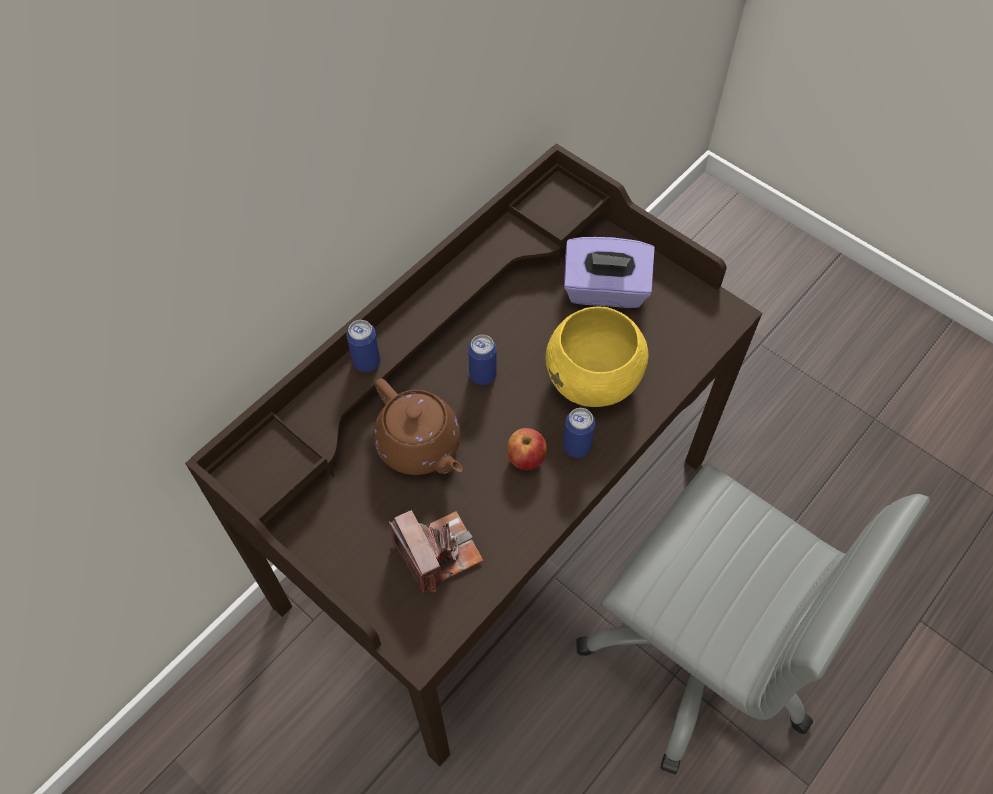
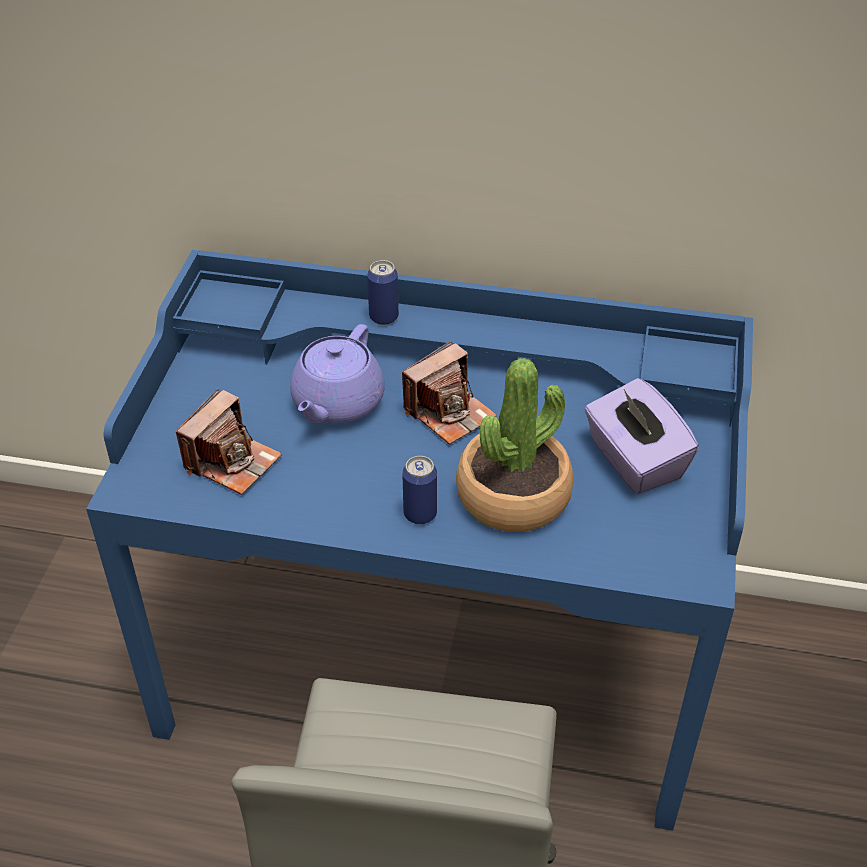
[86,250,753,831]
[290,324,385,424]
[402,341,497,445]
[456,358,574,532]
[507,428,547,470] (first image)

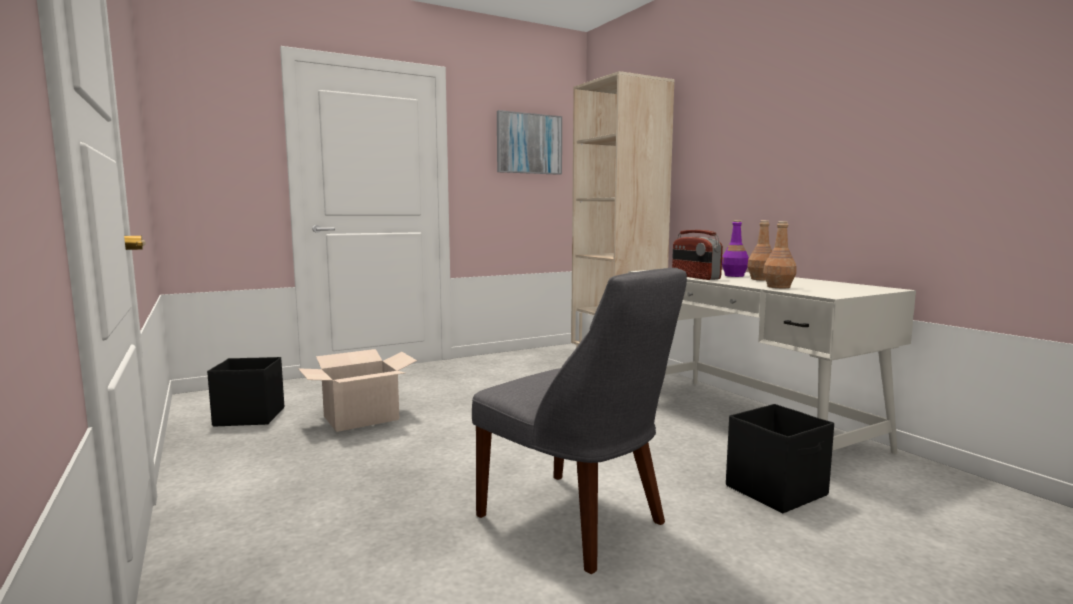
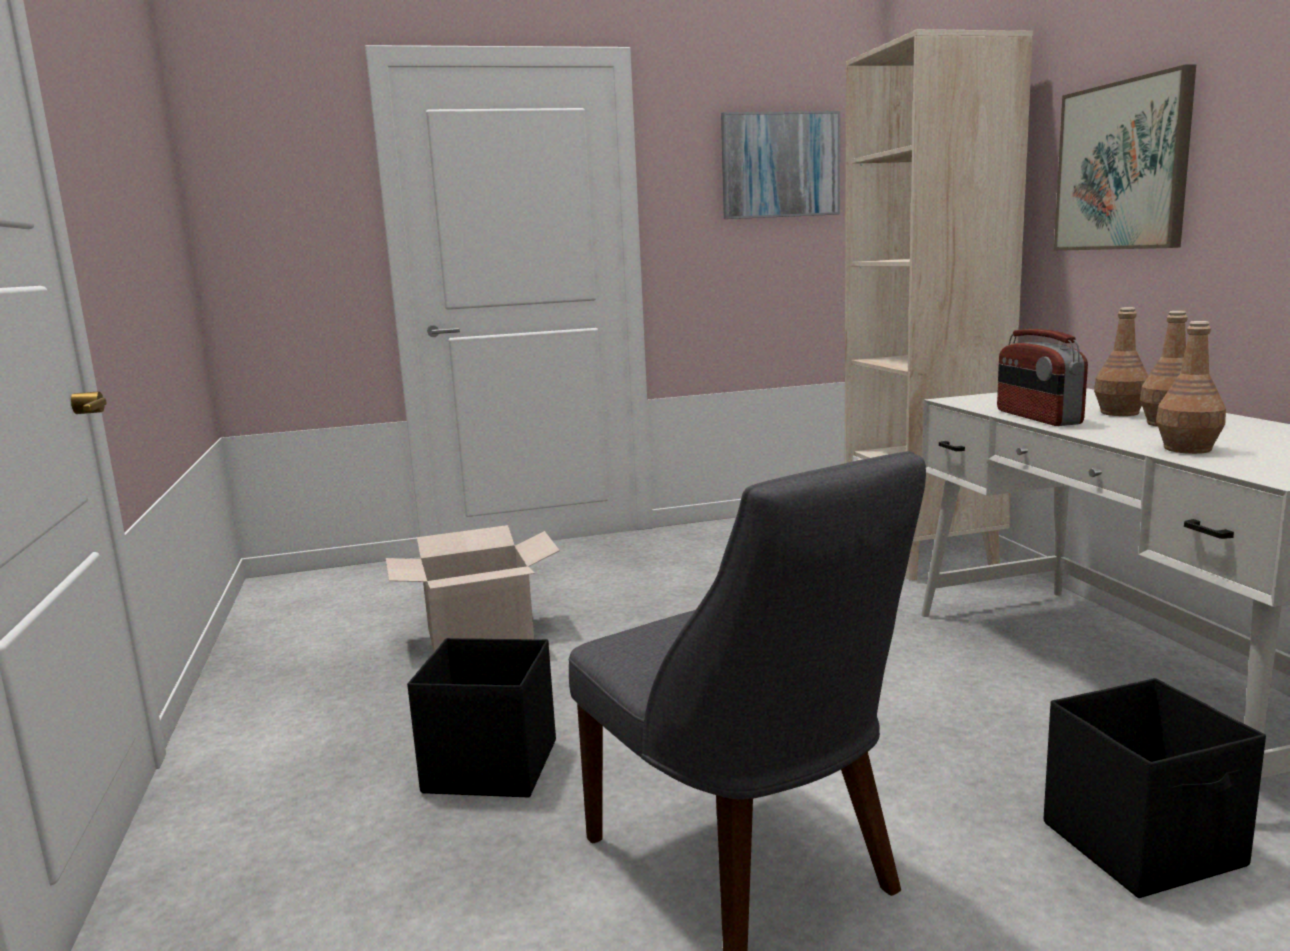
[407,638,556,797]
[1054,64,1196,251]
[1094,307,1148,416]

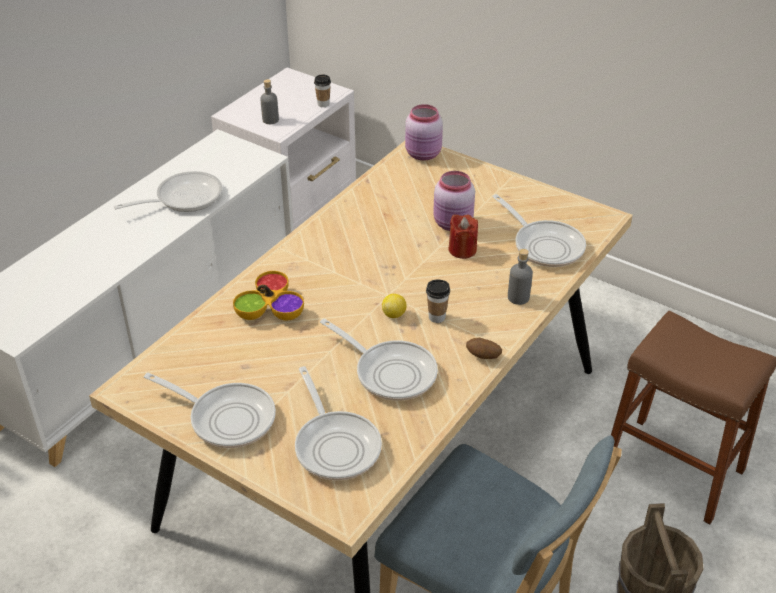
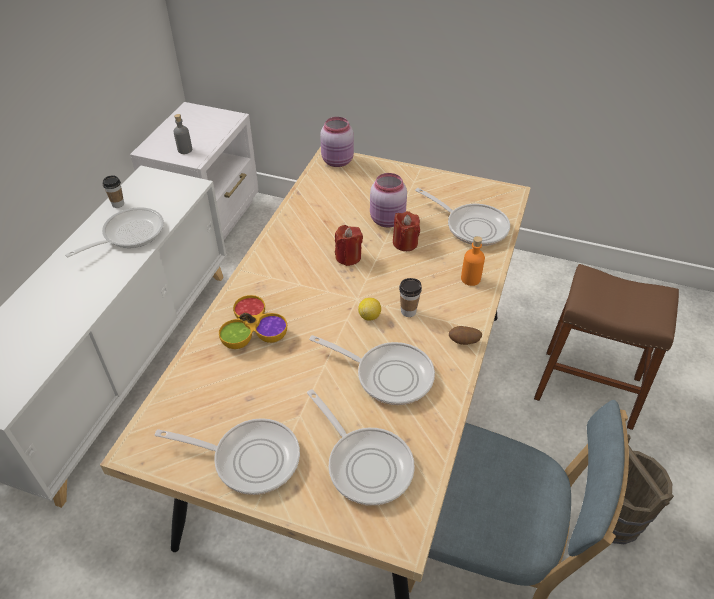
[103,175,124,208]
[335,225,363,266]
[461,236,485,286]

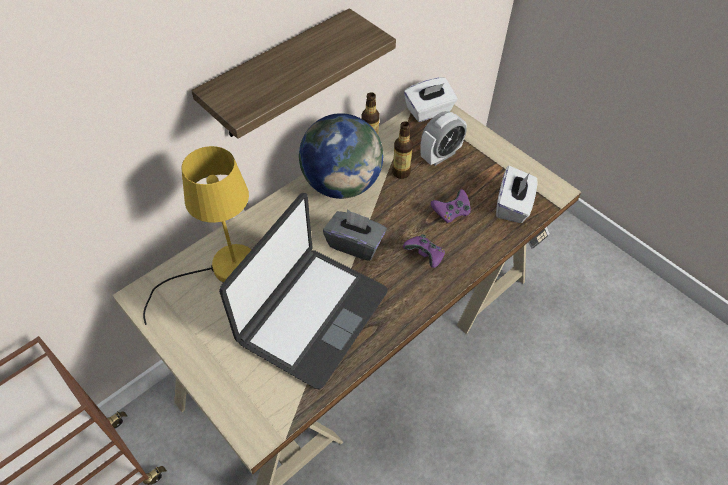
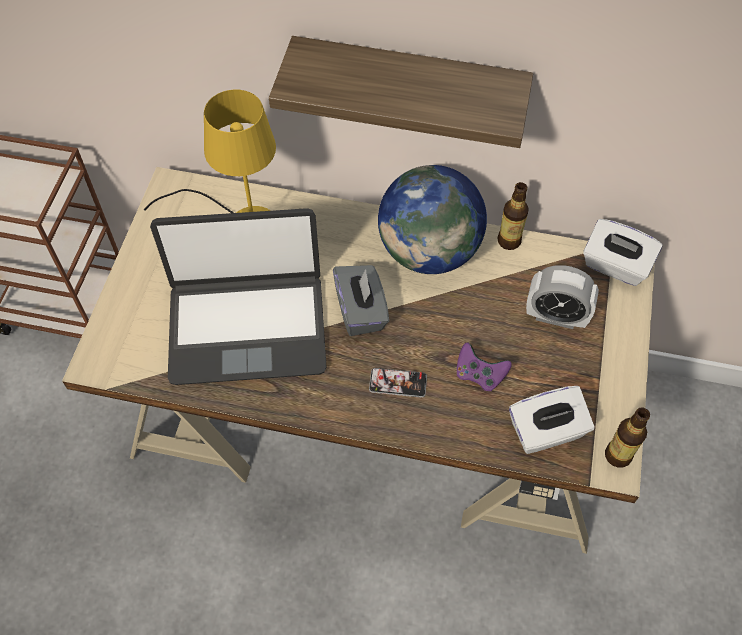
[369,368,427,398]
[605,407,650,467]

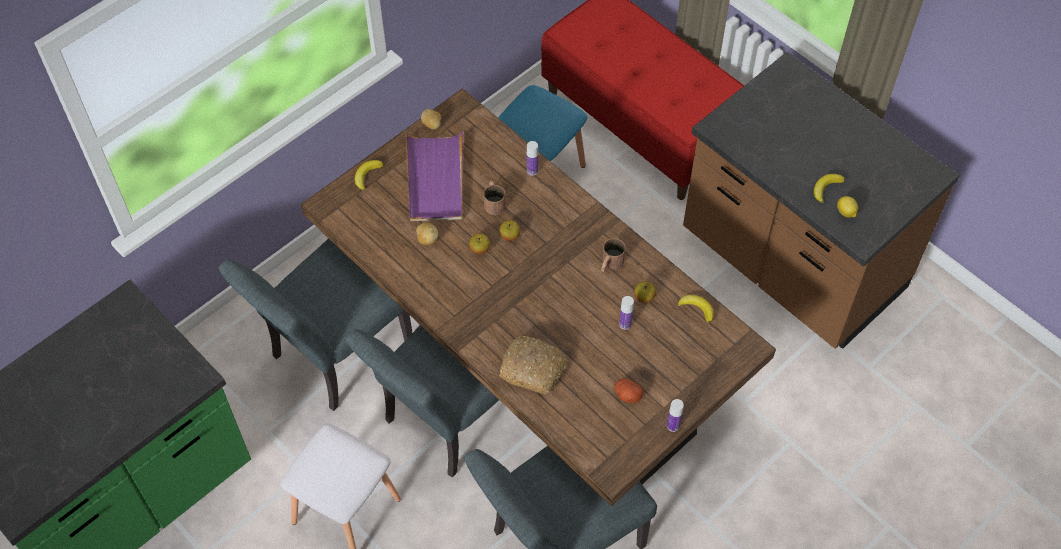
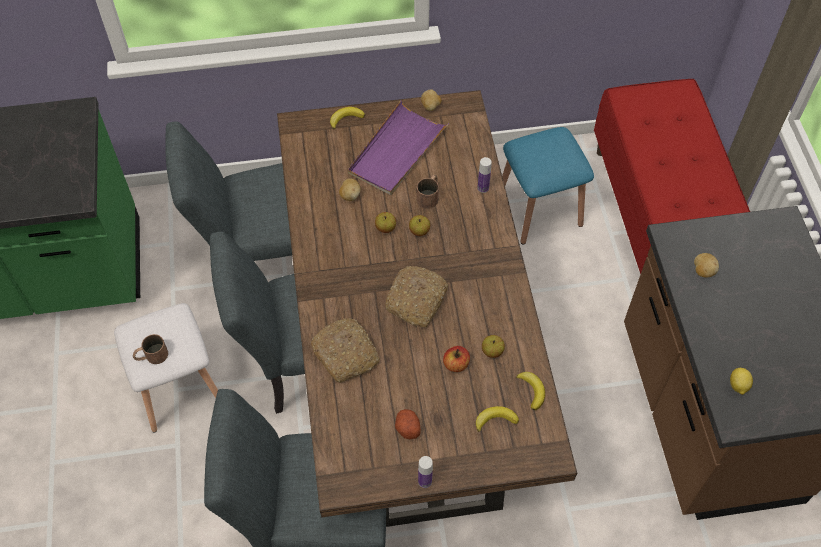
[133,334,168,364]
[386,266,448,327]
[443,346,470,372]
[476,406,519,432]
[694,253,719,278]

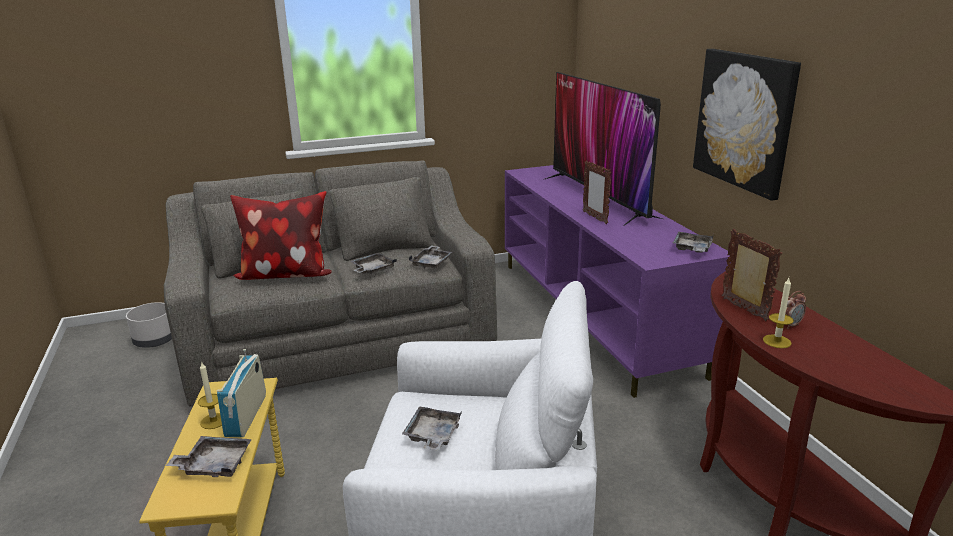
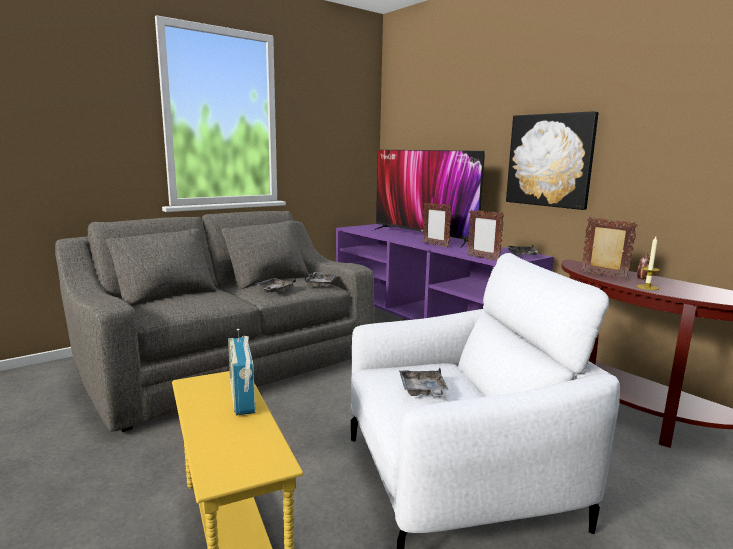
[467,210,504,260]
[126,302,172,348] (first image)
[166,436,252,477] (first image)
[198,361,222,429] (first image)
[230,191,332,280] (first image)

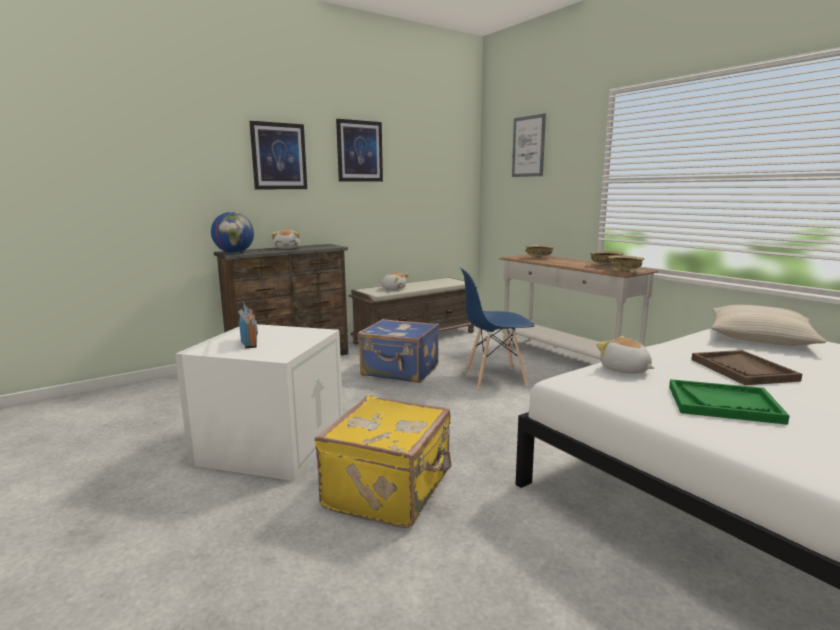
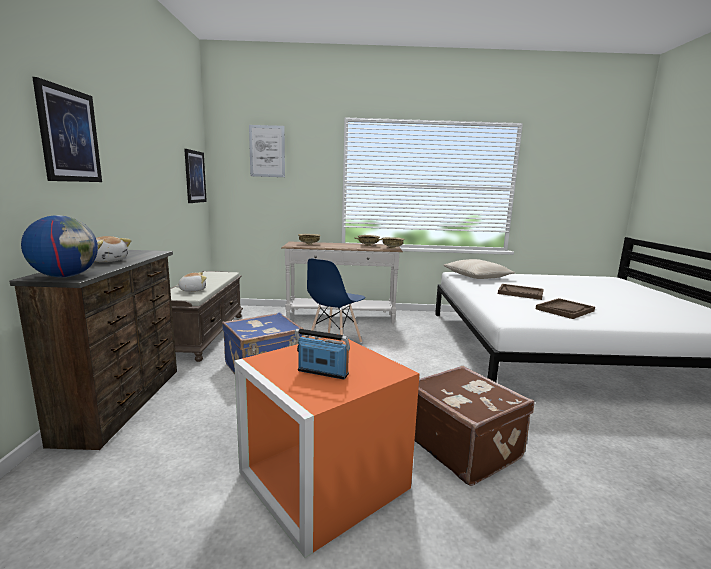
[184,149,207,203]
[234,338,420,558]
[415,366,534,486]
[536,298,595,319]
[596,336,654,374] (first image)

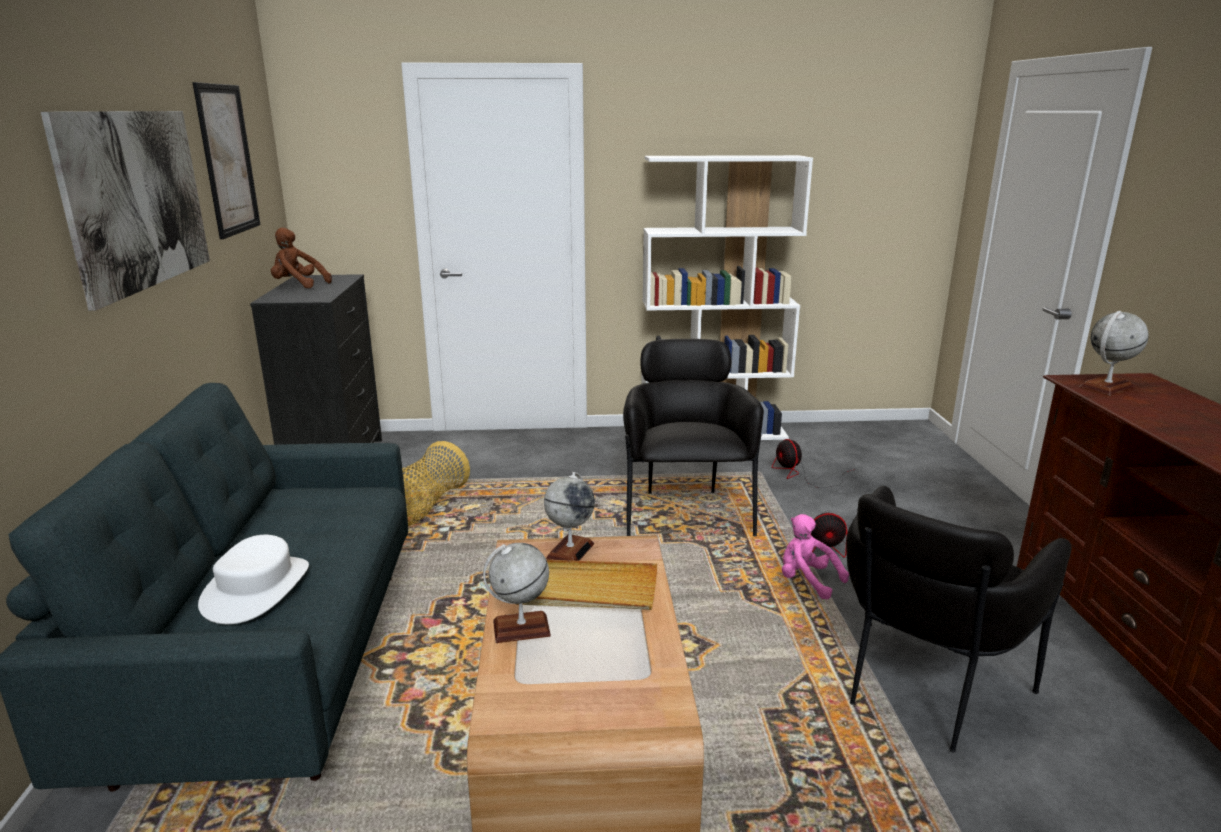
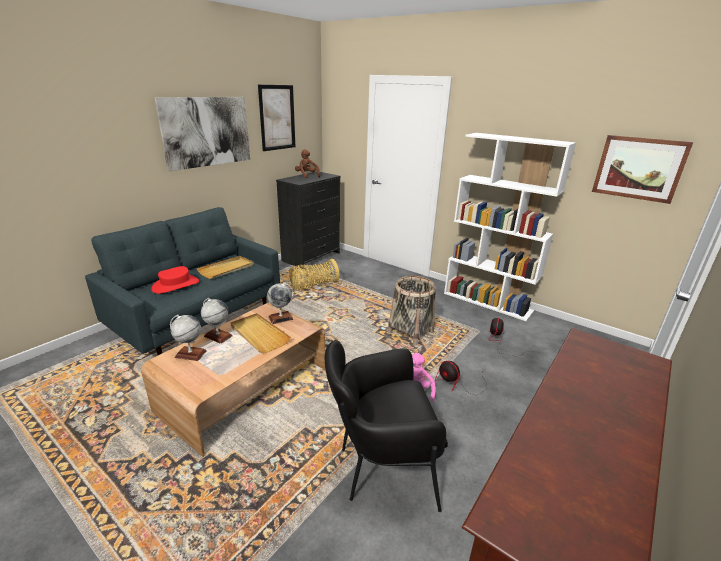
[151,266,199,294]
[170,315,207,361]
[197,256,254,279]
[388,276,436,345]
[592,135,693,204]

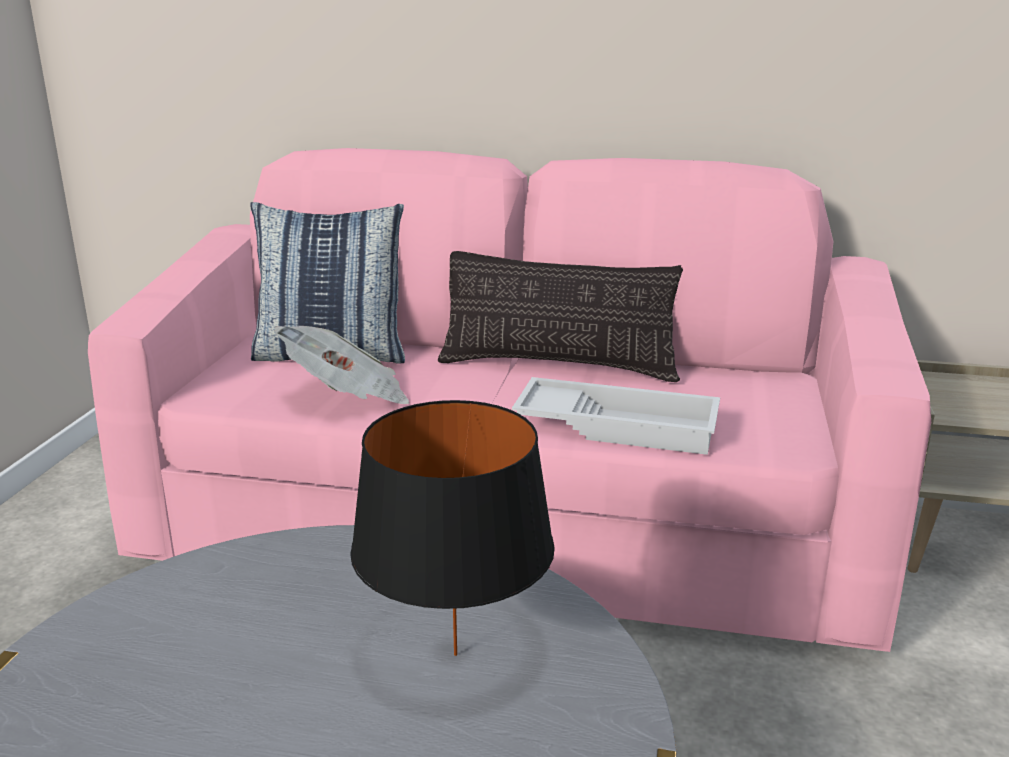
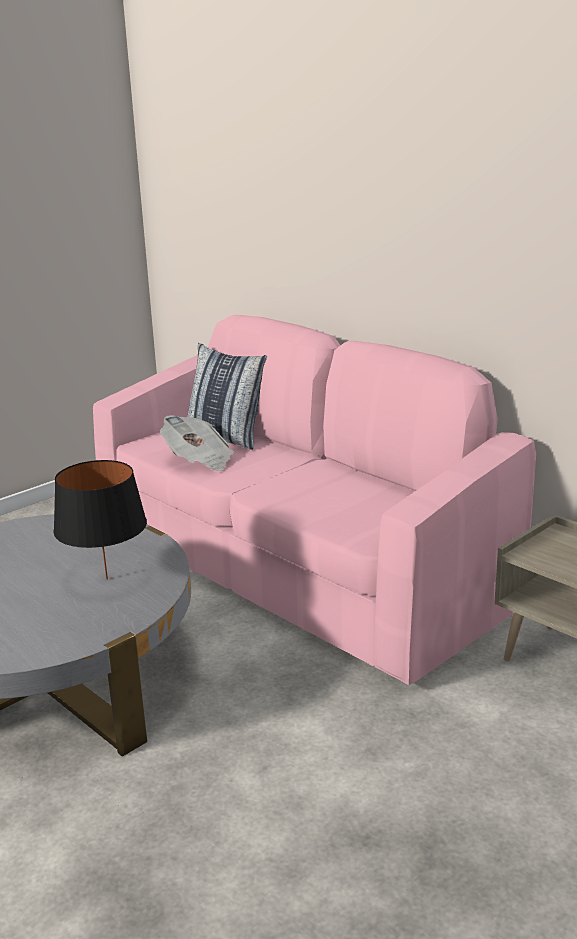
[438,251,683,382] (first image)
[512,377,720,455] (first image)

